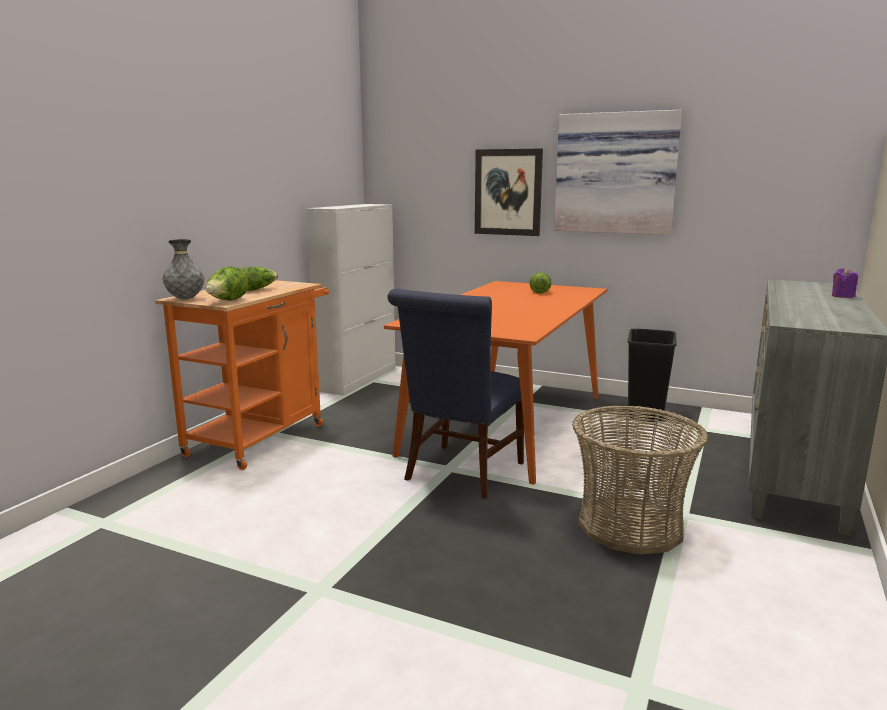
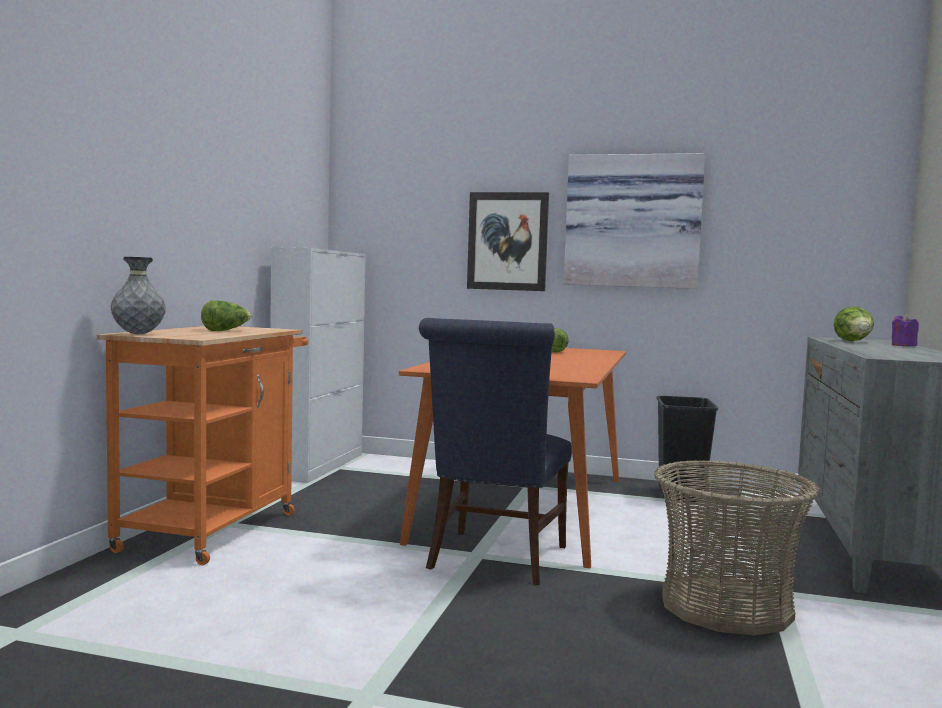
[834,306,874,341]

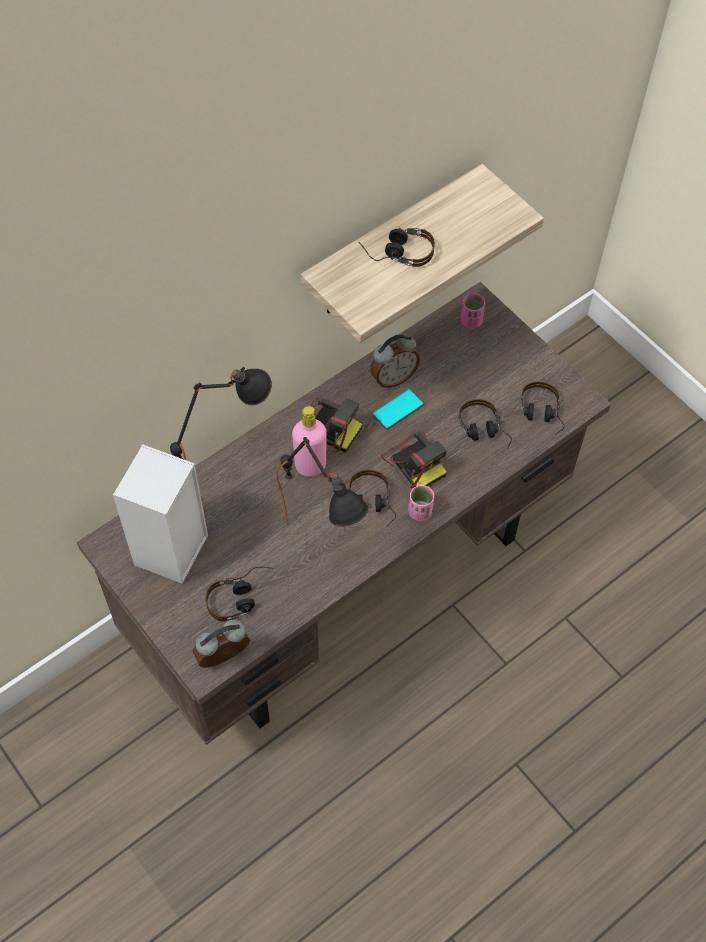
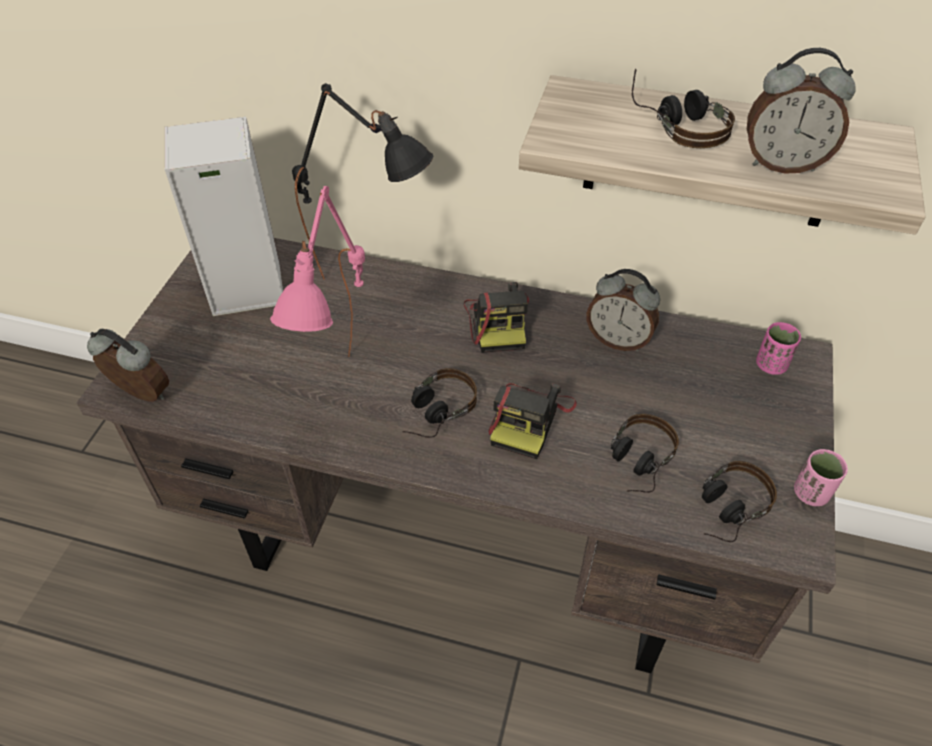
[270,186,365,357]
[747,48,856,174]
[794,449,848,506]
[206,567,274,622] (first image)
[292,406,327,477] (first image)
[372,388,425,430] (first image)

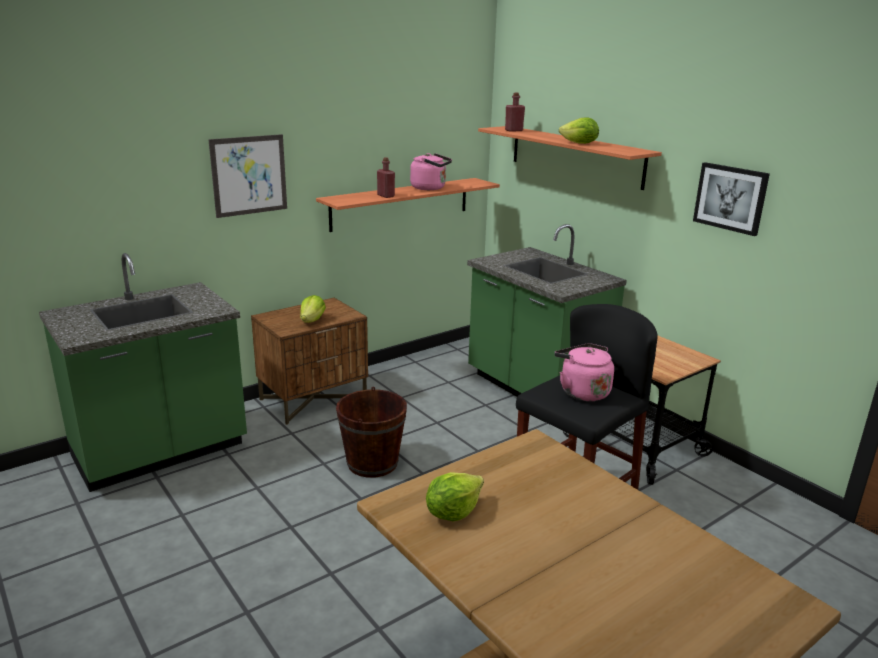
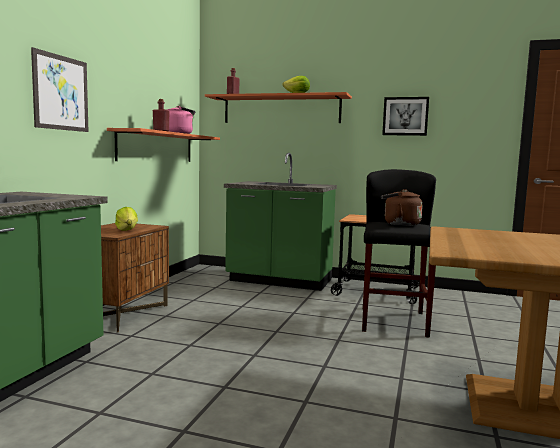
[381,189,423,226]
[336,387,407,478] (first image)
[426,472,484,521] (first image)

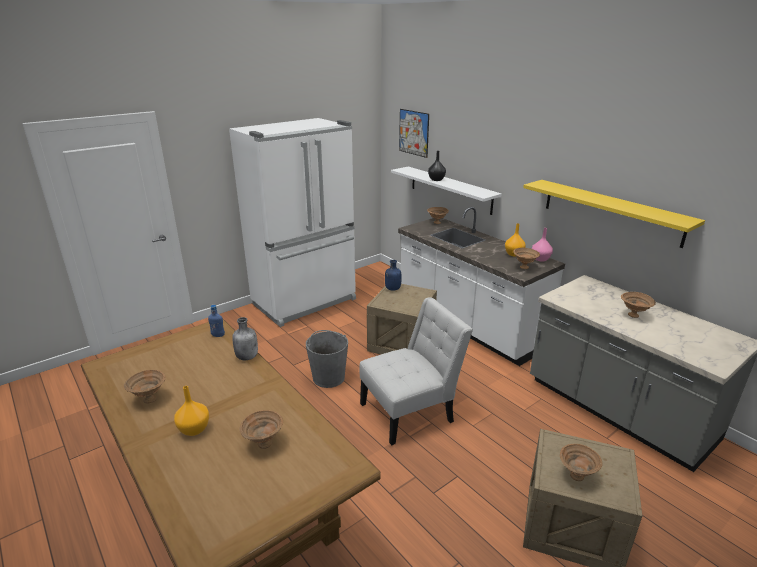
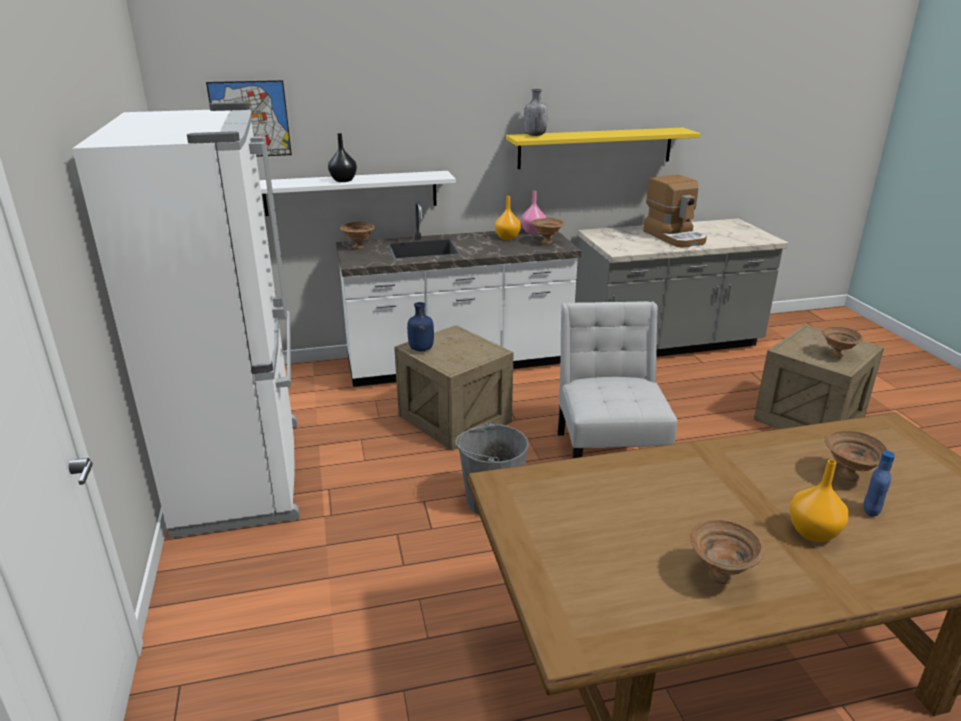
[524,89,548,136]
[643,175,707,247]
[863,451,895,517]

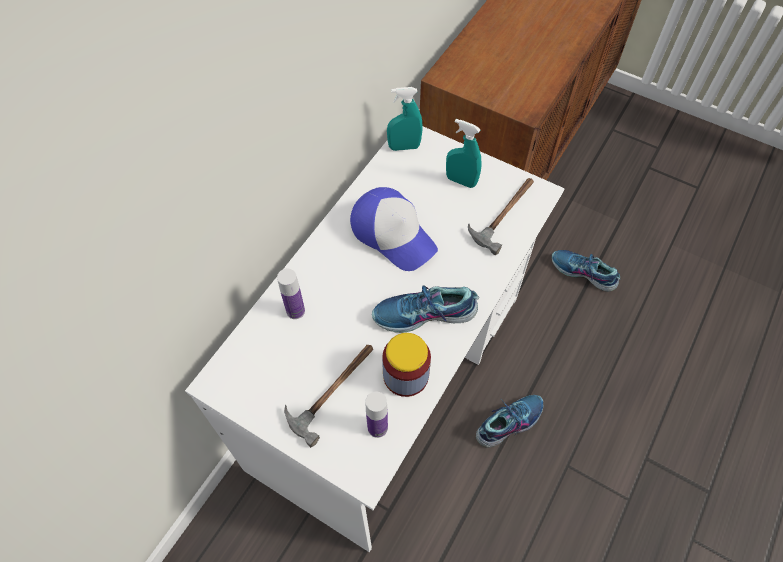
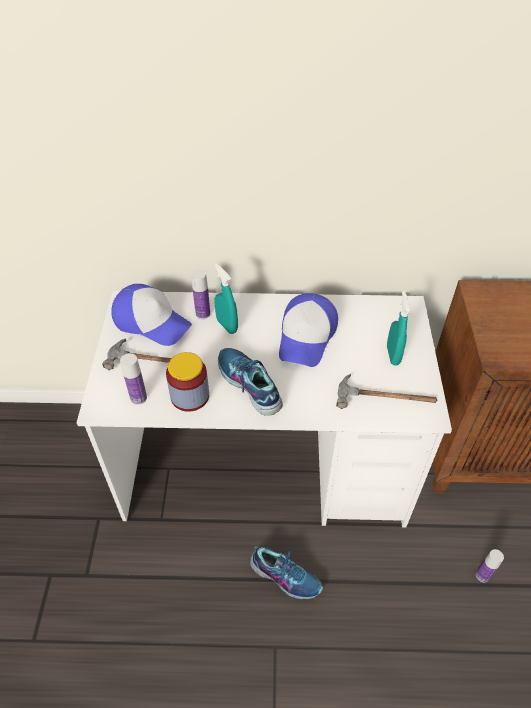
[111,284,192,346]
[214,264,238,334]
[476,549,504,582]

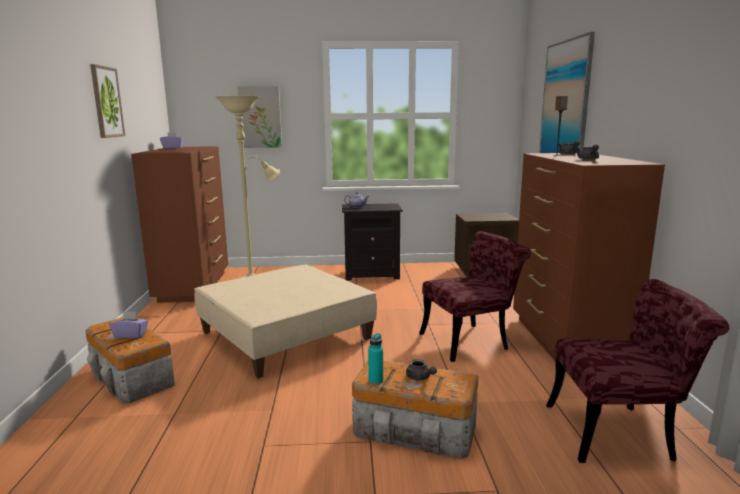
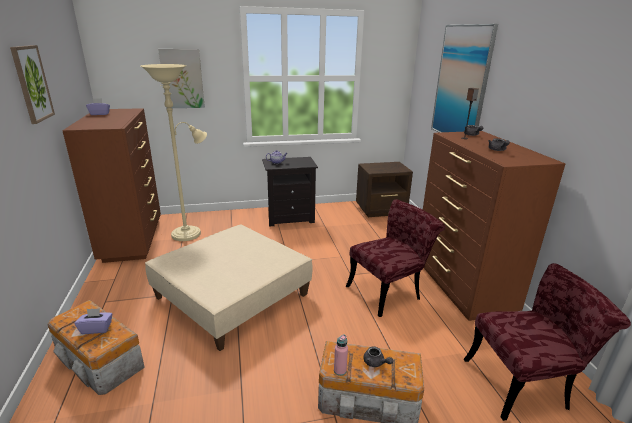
[334,334,348,376]

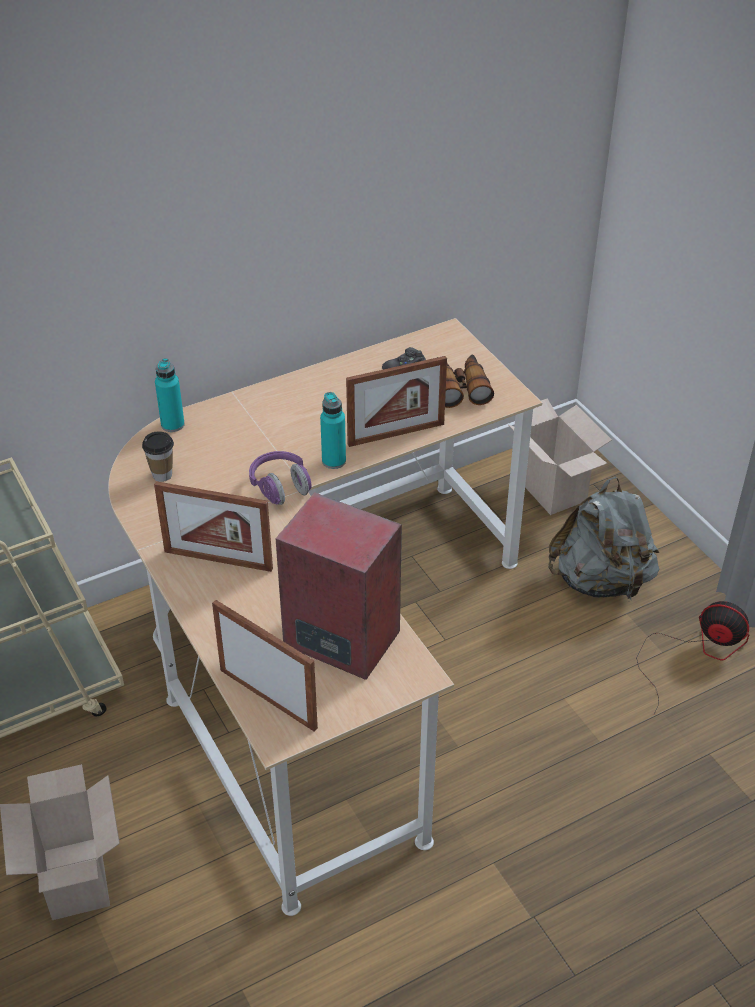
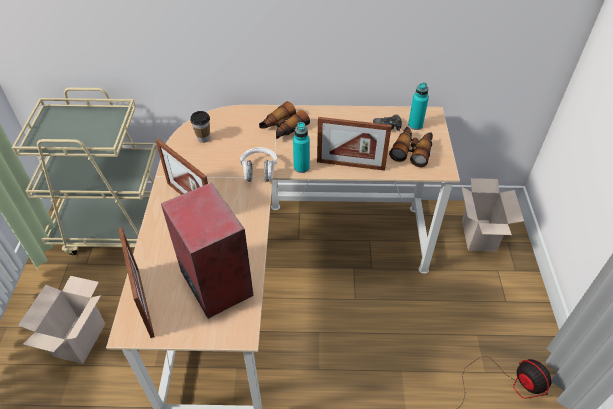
[240,147,277,182]
[259,101,310,139]
[408,82,429,130]
[548,477,659,602] (first image)

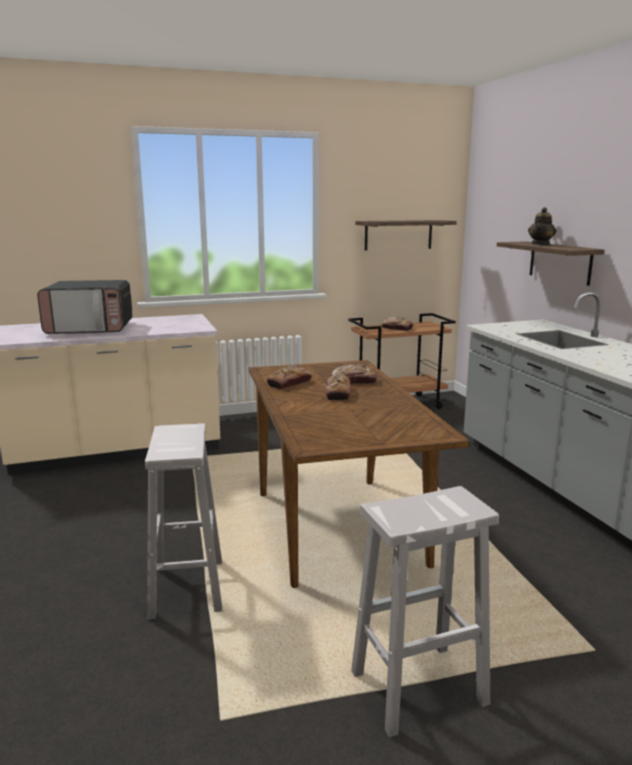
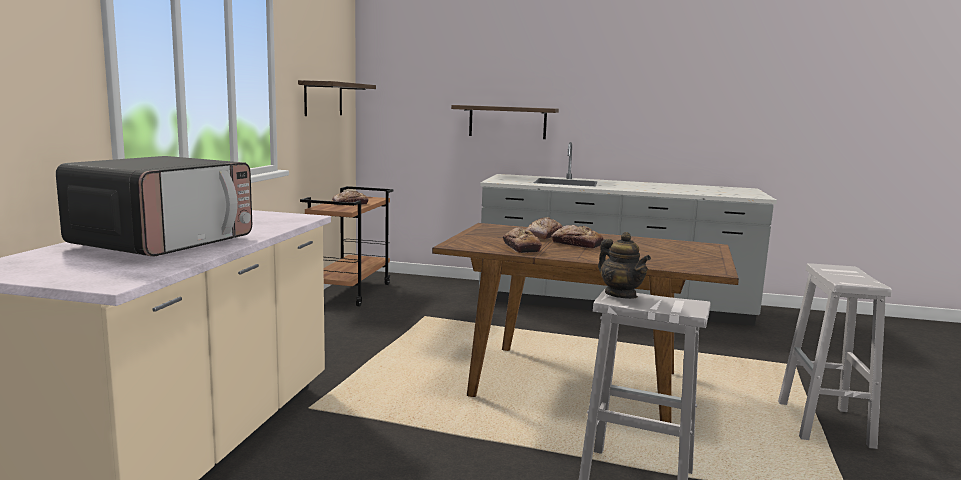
[598,232,651,299]

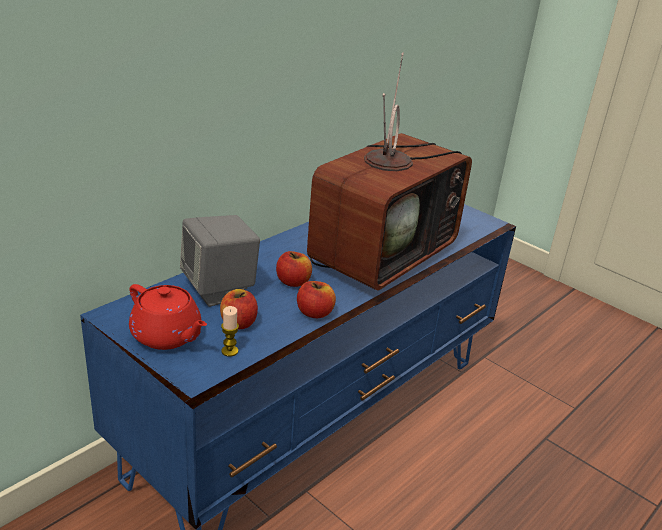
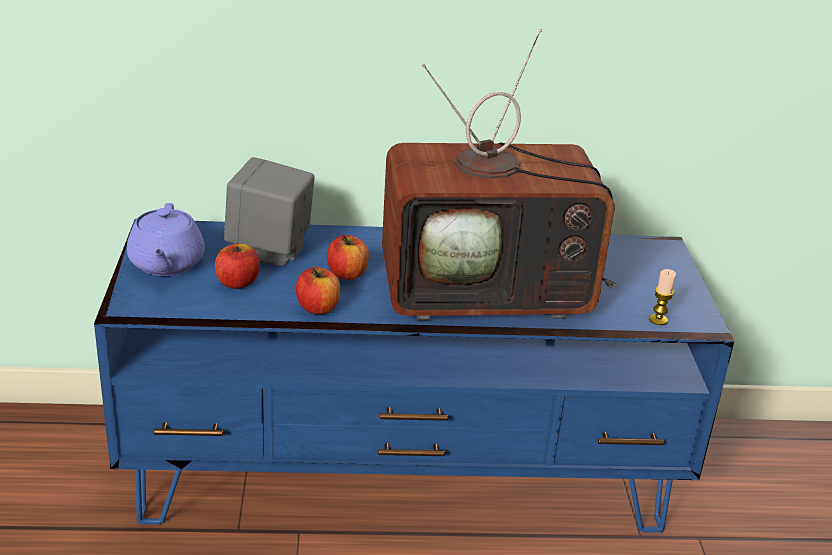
[127,203,205,276]
[649,269,676,325]

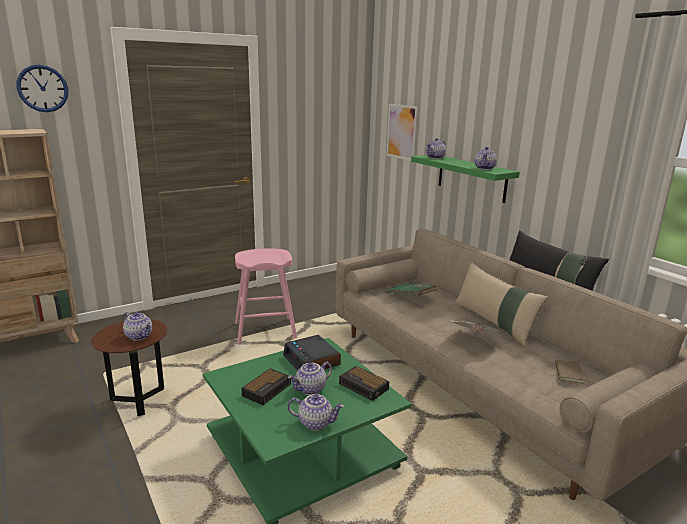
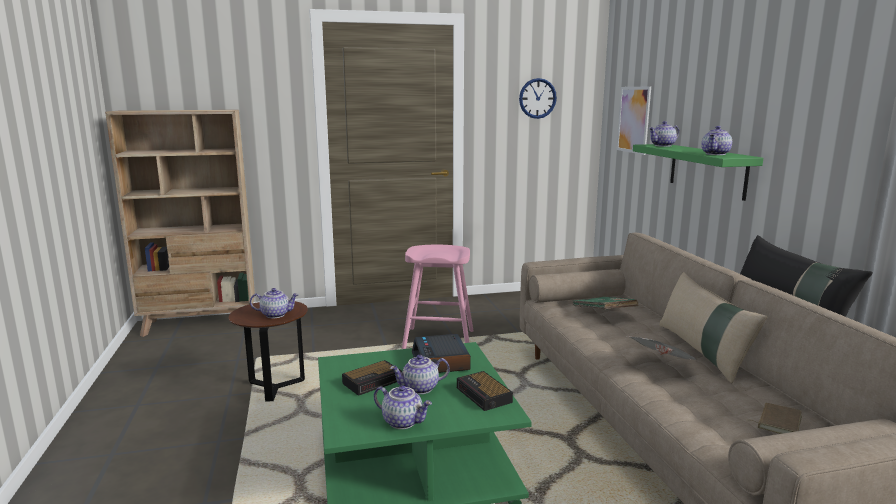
[250,288,299,318]
[519,78,557,119]

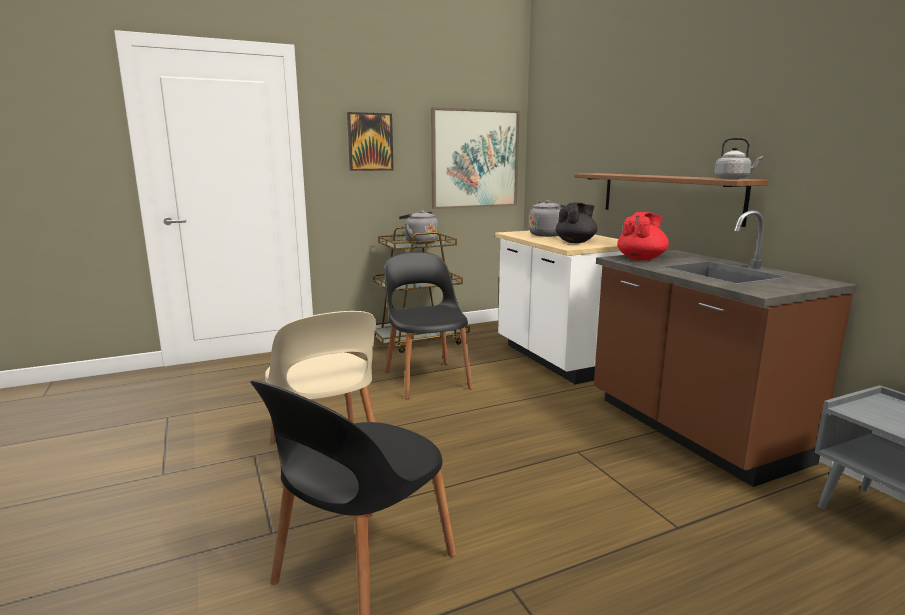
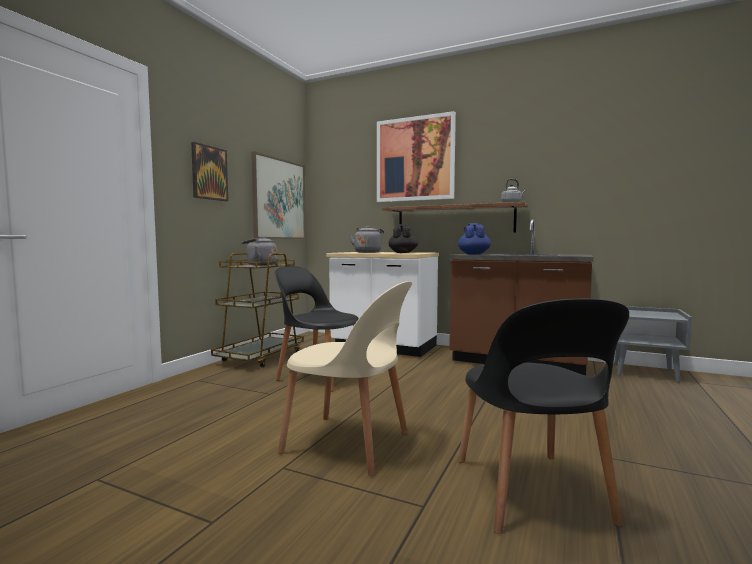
[377,111,456,202]
[458,223,491,255]

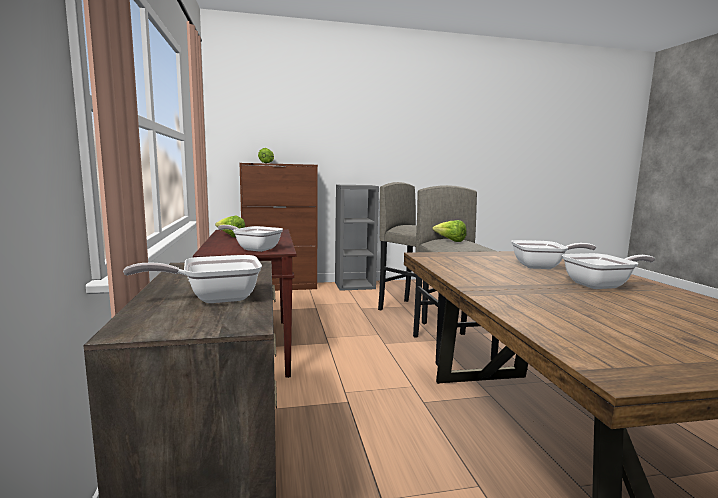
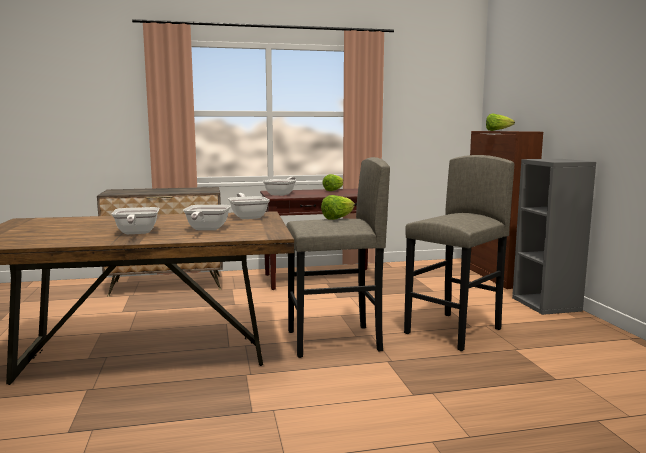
[228,193,270,219]

